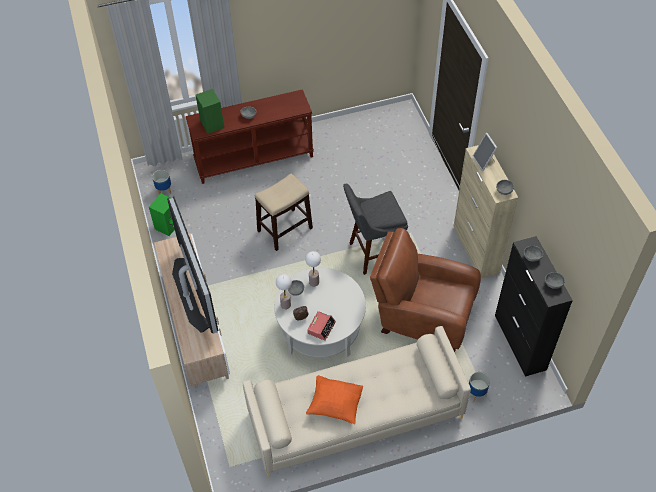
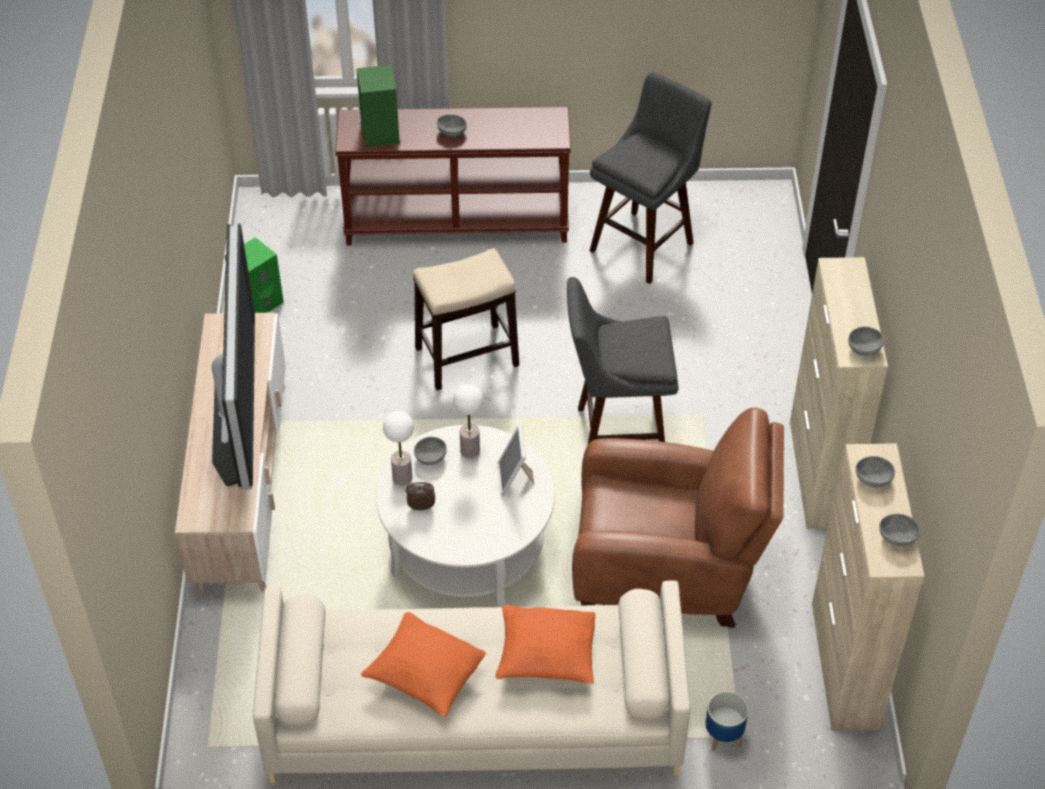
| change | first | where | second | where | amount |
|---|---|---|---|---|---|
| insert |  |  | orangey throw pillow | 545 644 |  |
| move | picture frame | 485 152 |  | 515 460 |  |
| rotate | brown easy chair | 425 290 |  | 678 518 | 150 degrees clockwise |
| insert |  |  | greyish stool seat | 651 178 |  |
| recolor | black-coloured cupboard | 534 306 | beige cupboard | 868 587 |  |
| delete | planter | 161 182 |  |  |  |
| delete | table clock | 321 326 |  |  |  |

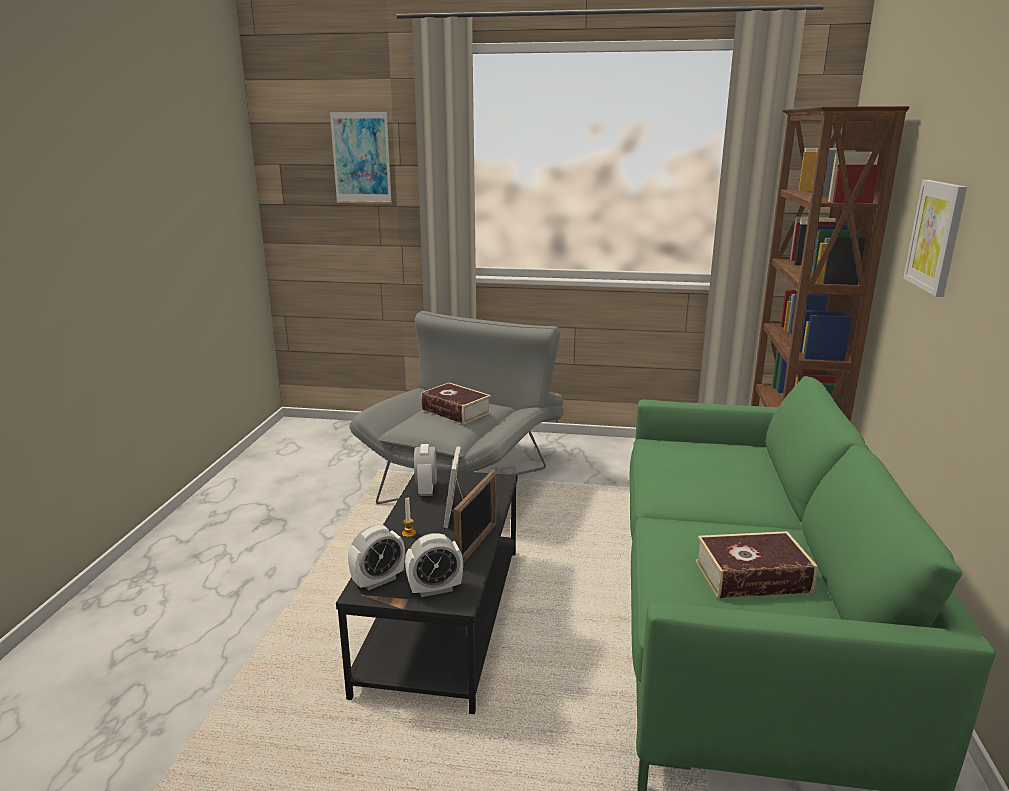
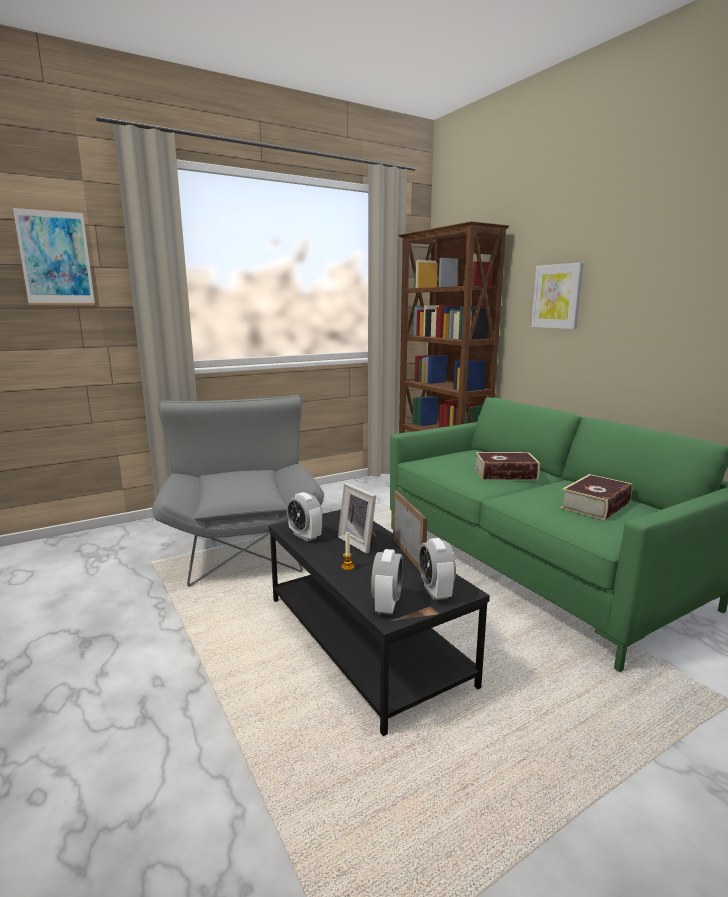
| change | first | where | second | where | amount |
|---|---|---|---|---|---|
| rotate | table clock | 434 565 |  | 437 569 | 135 degrees clockwise |
| move | bound book | 456 403 |  | 507 466 |  |

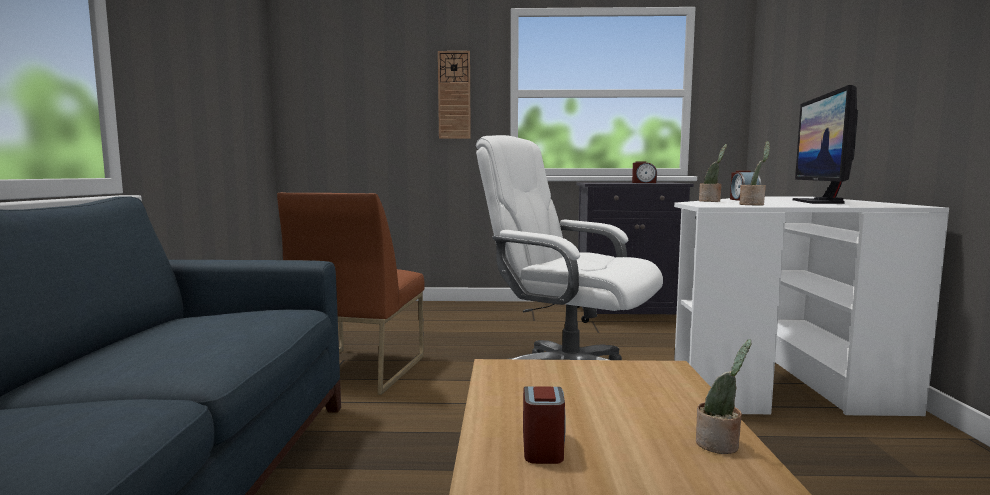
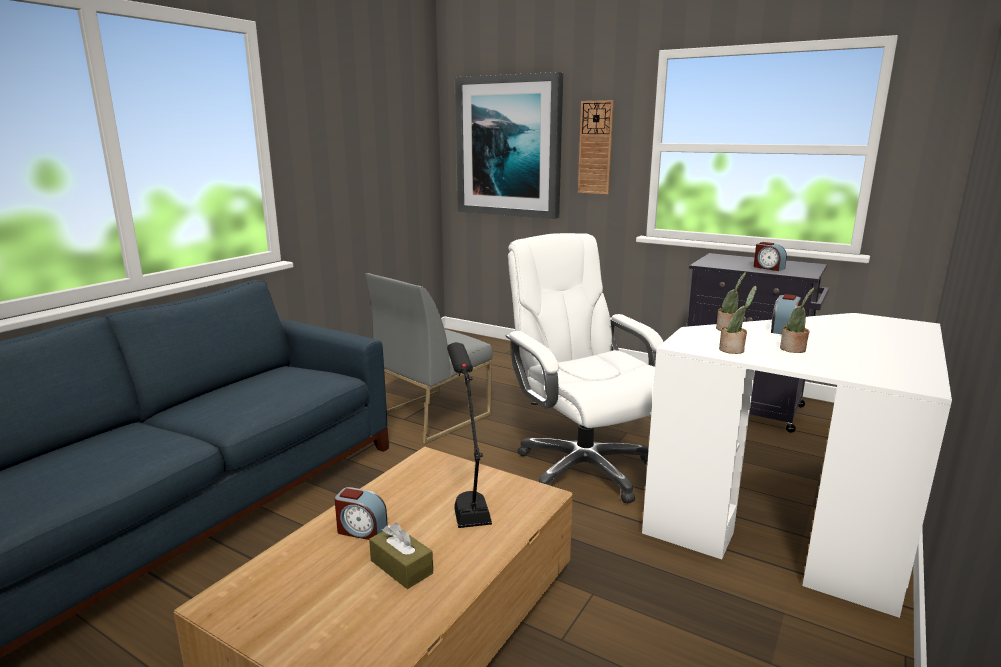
| change | first | where | second | where | amount |
|---|---|---|---|---|---|
| rotate | table clock | 544 425 |  | 361 513 | 75 degrees clockwise |
| recolor | brown plain chair | 351 293 | greyish plain chair | 429 358 |  |
| insert |  |  | brown tissue box | 401 556 |  |
| insert |  |  | black-coloured tabletop lamp | 469 435 |  |
| insert |  |  | picture | 509 145 |  |
| move | plant in a pot | 724 396 |  | 797 320 |  |
| delete | monitor | 825 144 |  |  |  |

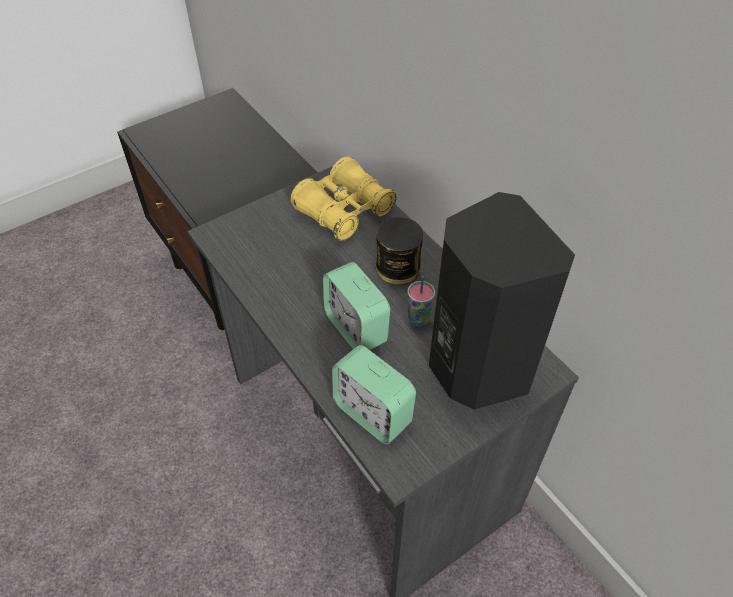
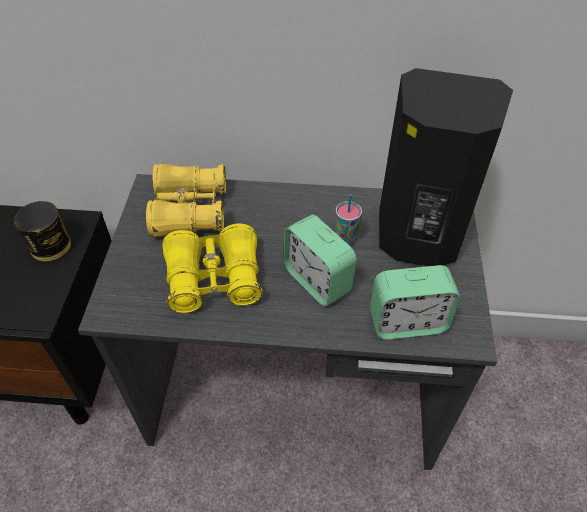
| change | first | where | second | where | amount |
|---|---|---|---|---|---|
| move | sealed can | 399 251 |  | 43 231 |  |
| insert |  |  | yellowish field glasses | 212 269 |  |
| rotate | table clock | 356 306 |  | 320 261 | 45 degrees clockwise |

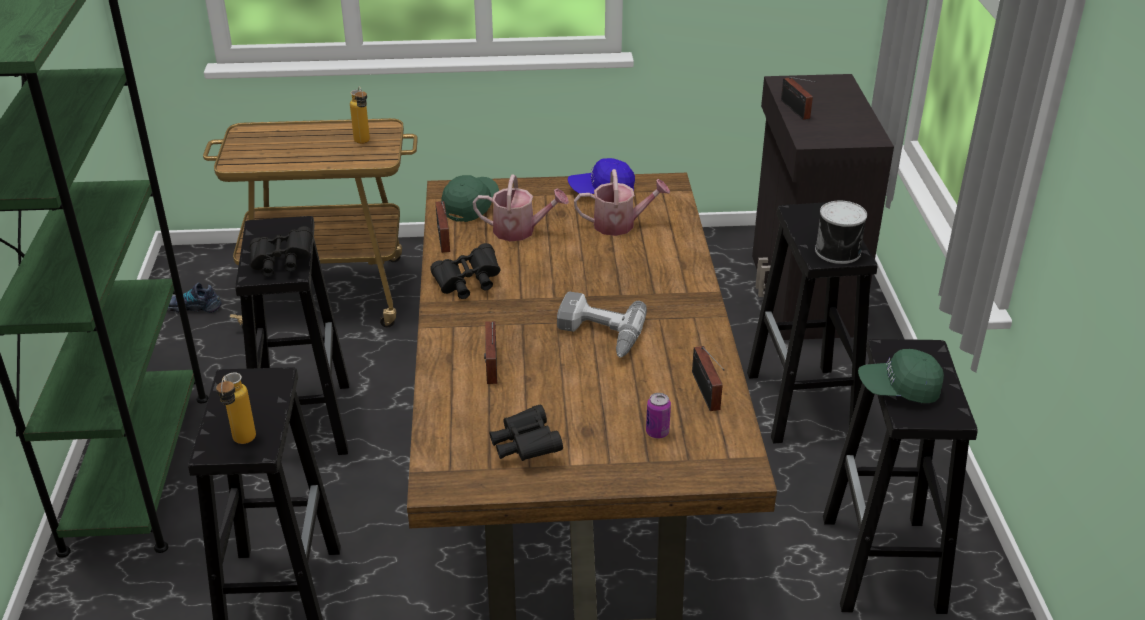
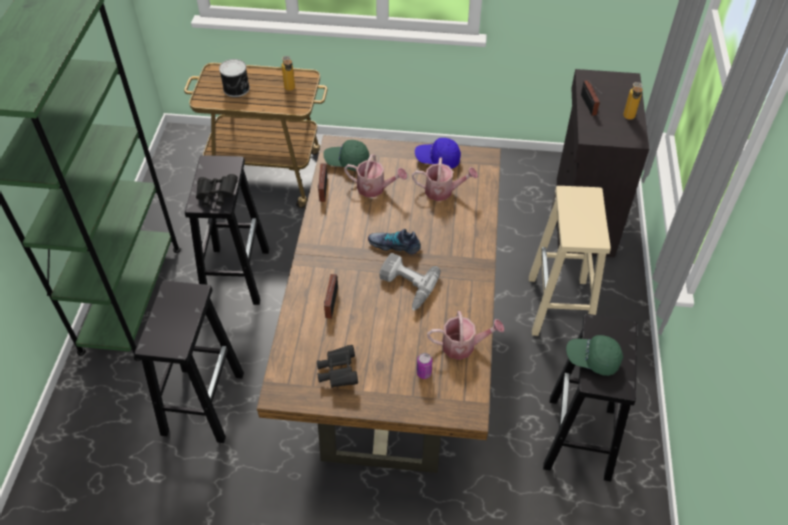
| change | first | where | second | where | amount |
|---|---|---|---|---|---|
| move | sealed can | 841 232 |  | 234 78 |  |
| rotate | green peaked cap | 470 198 |  | 346 155 | 120 degrees counterclockwise |
| move | shoe | 194 298 |  | 394 241 |  |
| replace | radio receiver | 708 378 | sprinkling can | 465 335 |  |
| recolor | black-coloured stool seat | 812 323 | beige stool seat | 570 261 |  |
| move | drink bottle | 236 408 |  | 633 101 |  |
| delete | black-coloured field glasses | 465 271 |  |  |  |

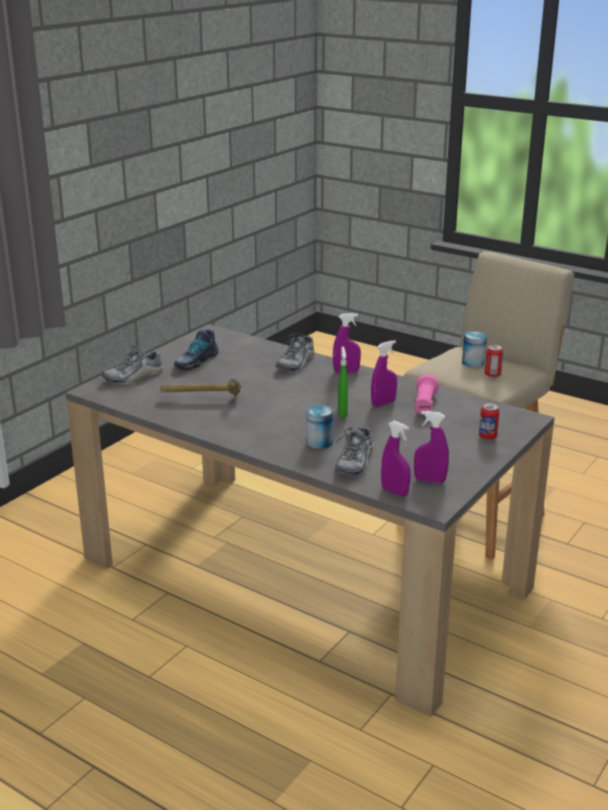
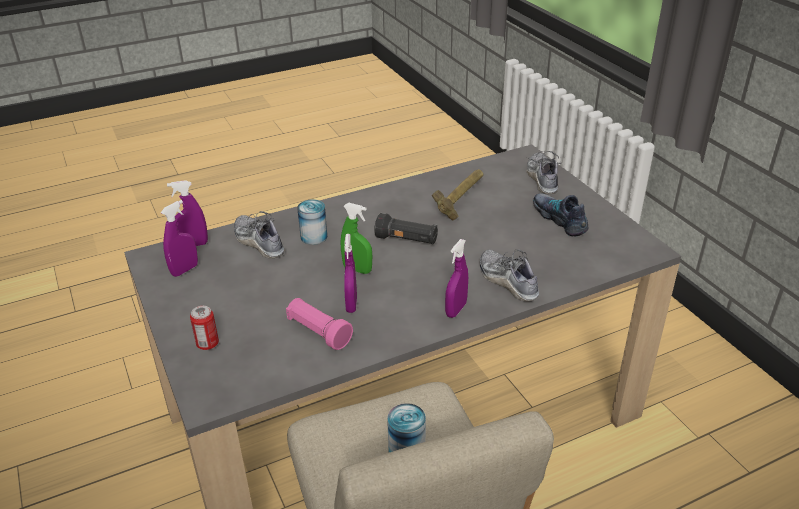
| change | first | where | second | where | amount |
|---|---|---|---|---|---|
| insert |  |  | black-coloured flashlight | 406 228 |  |
| delete | sealed can | 494 361 |  |  |  |

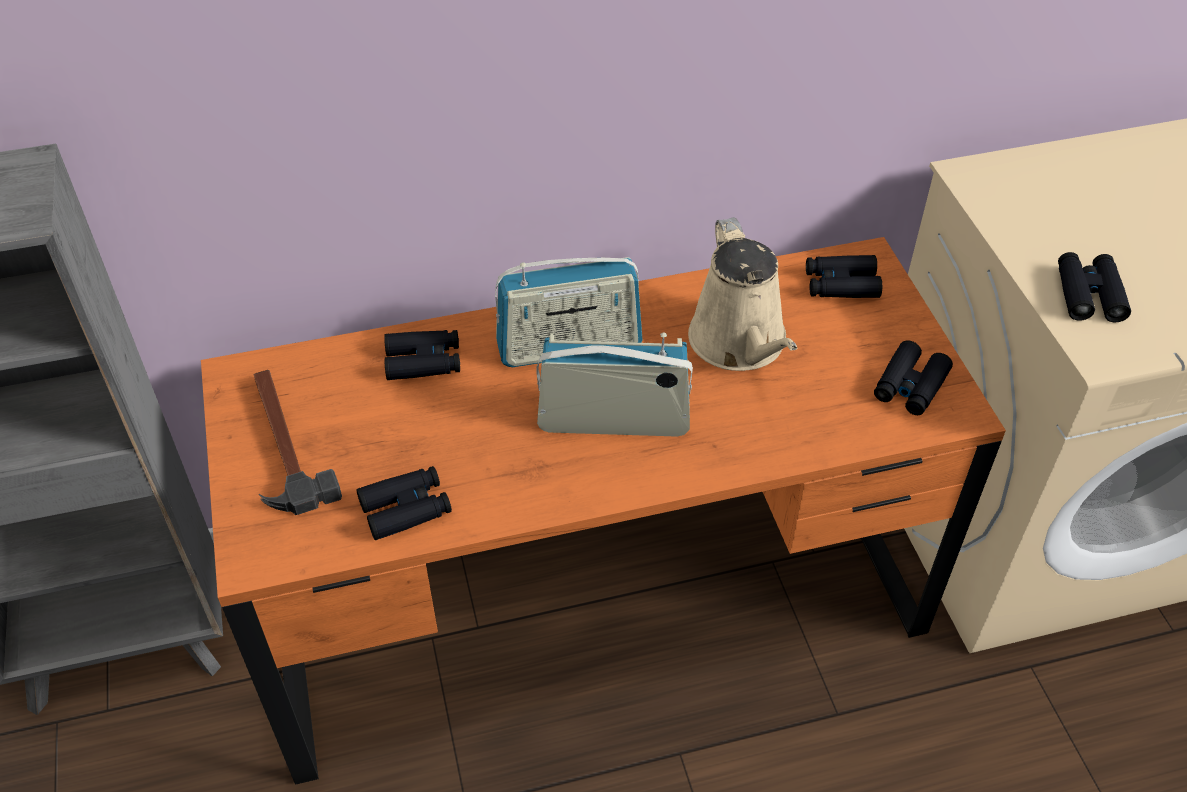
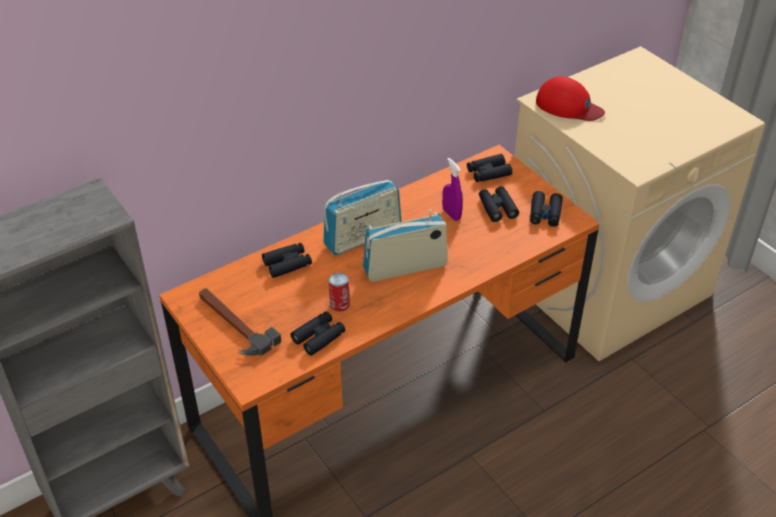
| change | first | where | second | where | amount |
|---|---|---|---|---|---|
| insert |  |  | sealed can | 339 292 |  |
| replace | beige sprinkling can | 742 294 | purple spray bottle | 452 189 |  |
| move | black-coloured field glasses | 1094 287 |  | 499 204 |  |
| insert |  |  | red-coloured peaked cap | 570 98 |  |

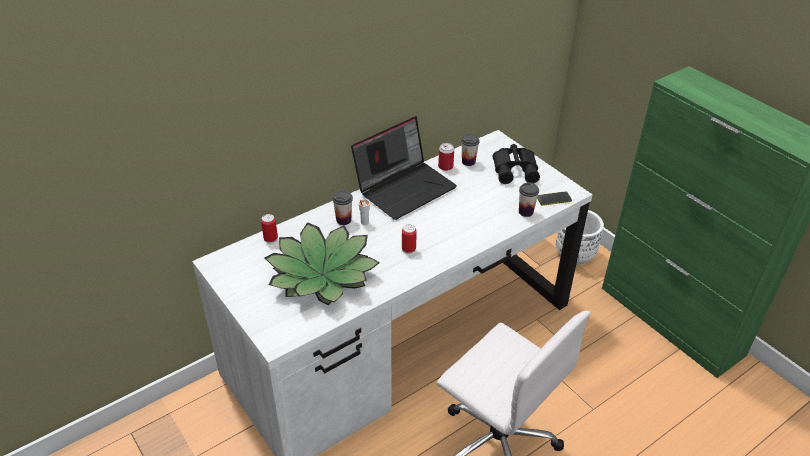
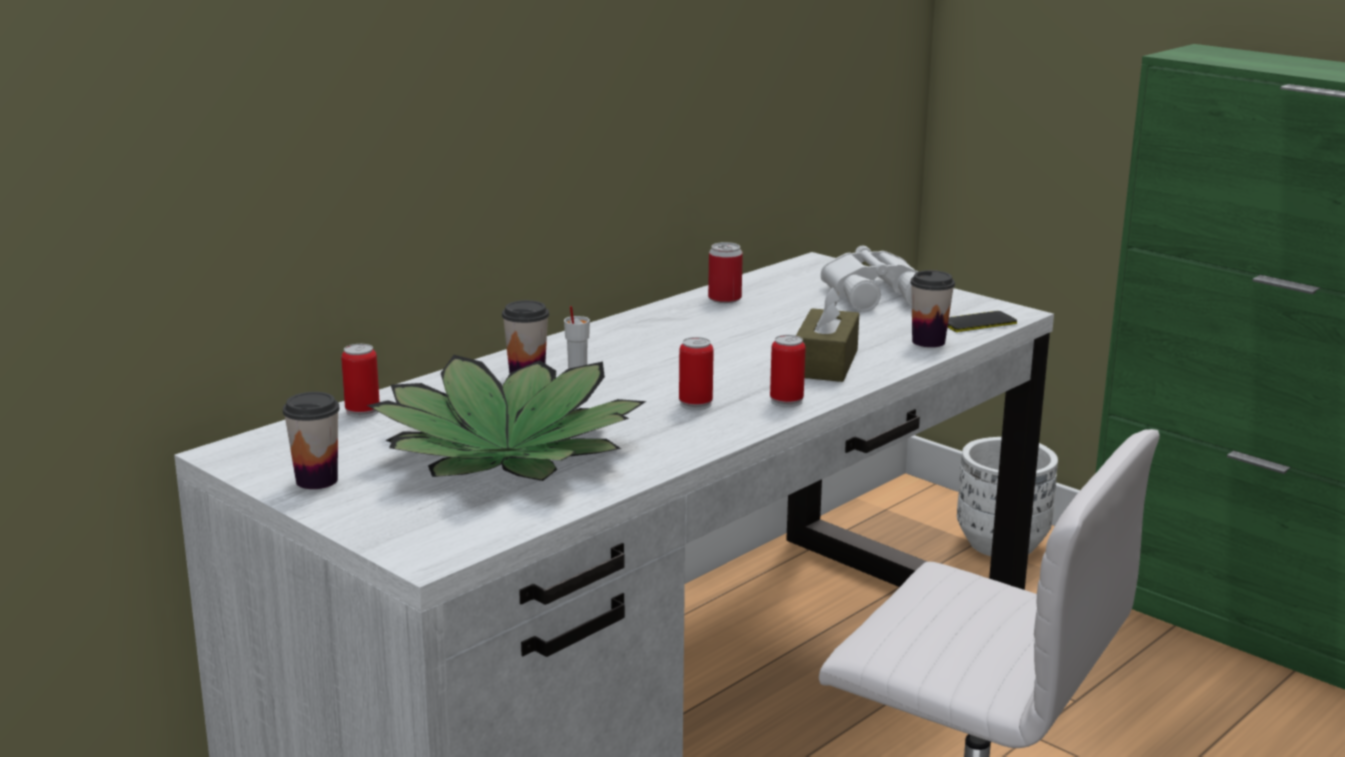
| change | first | where | second | where | amount |
|---|---|---|---|---|---|
| move | drinking cup | 470 150 |  | 311 440 |  |
| insert |  |  | sealed can | 788 371 |  |
| insert |  |  | brown tissue box | 827 334 |  |
| recolor | black-coloured field glasses | 516 164 | white-coloured field glasses | 869 278 |  |
| delete | laptop | 404 168 |  |  |  |

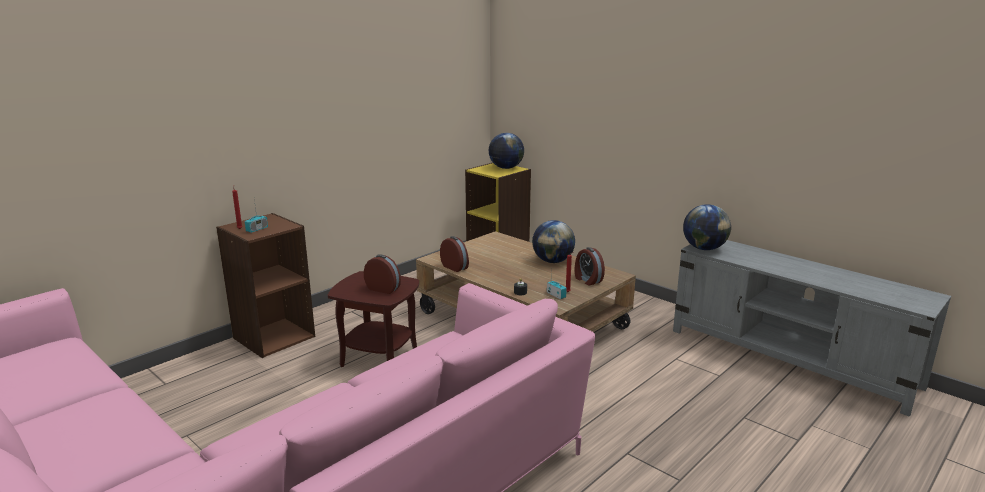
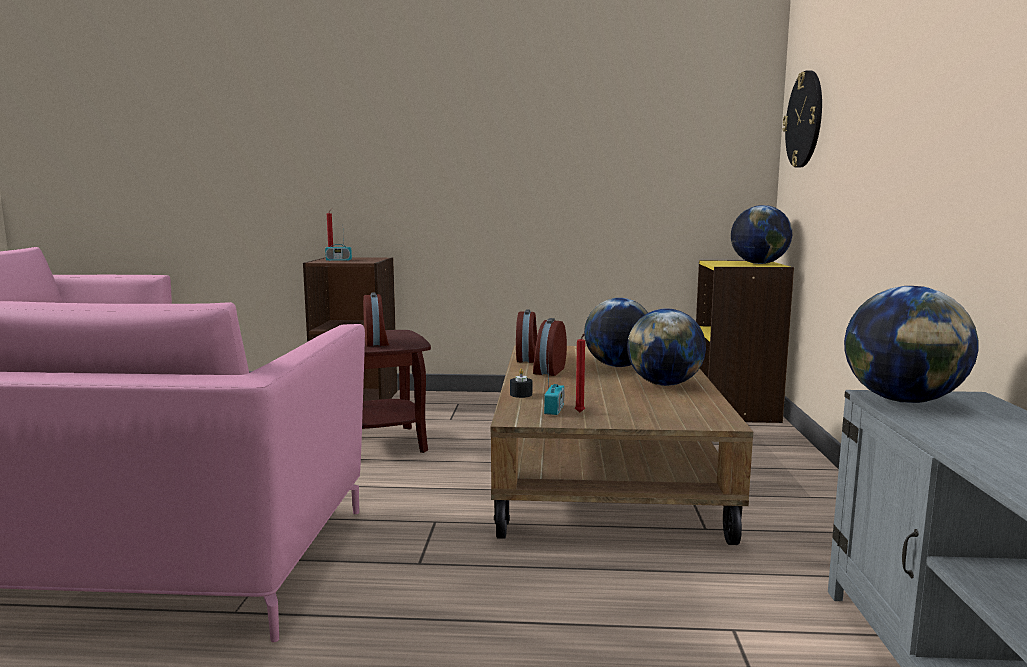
| change | first | where | second | where | amount |
|---|---|---|---|---|---|
| move | table clock | 590 266 |  | 550 347 |  |
| insert |  |  | world globe | 616 332 |  |
| insert |  |  | wall clock | 802 119 |  |

